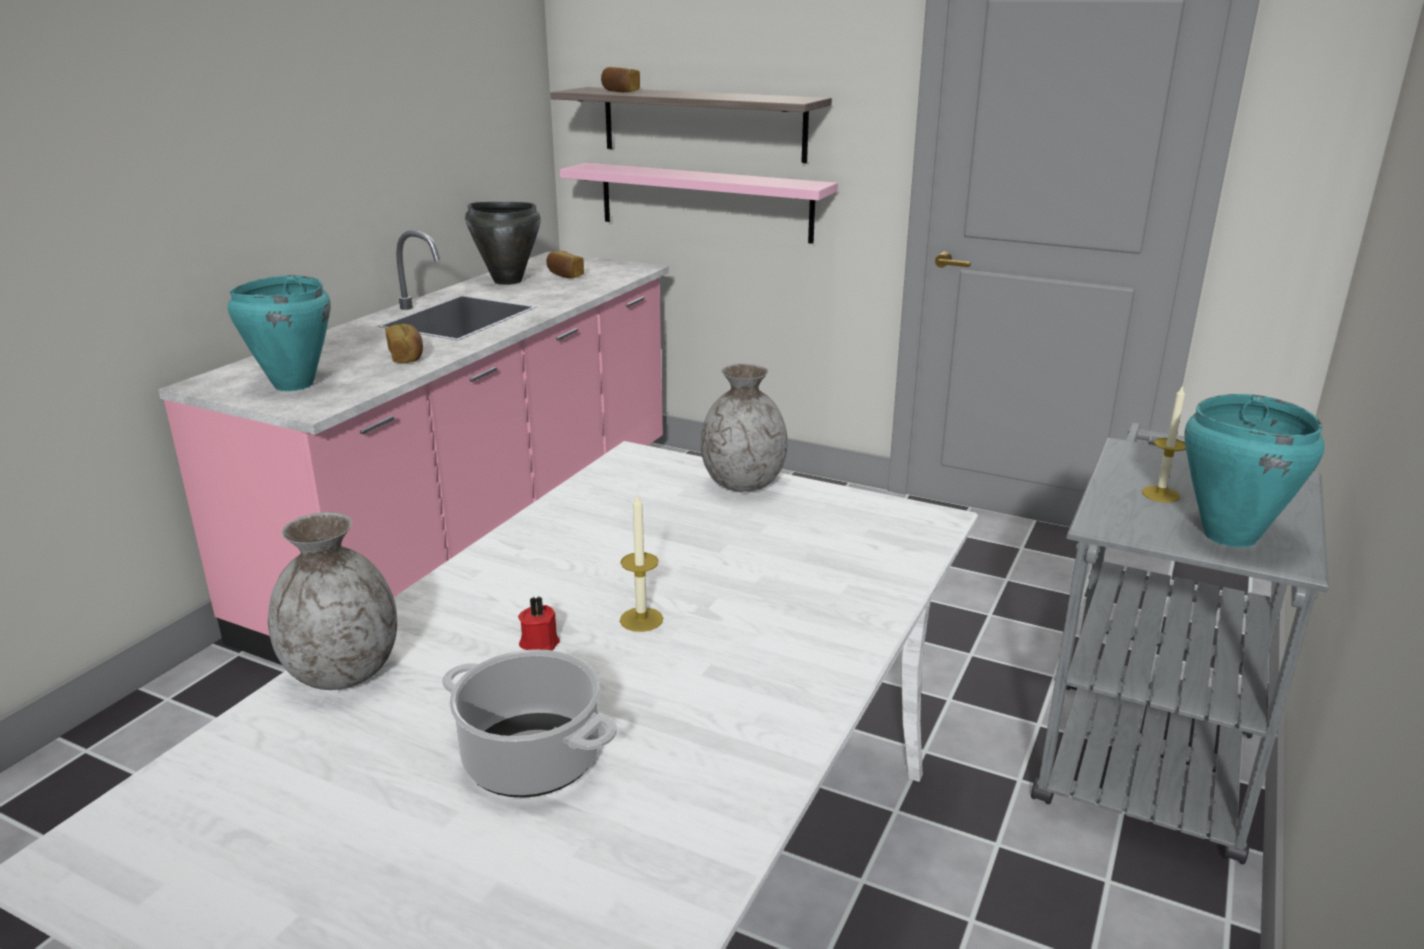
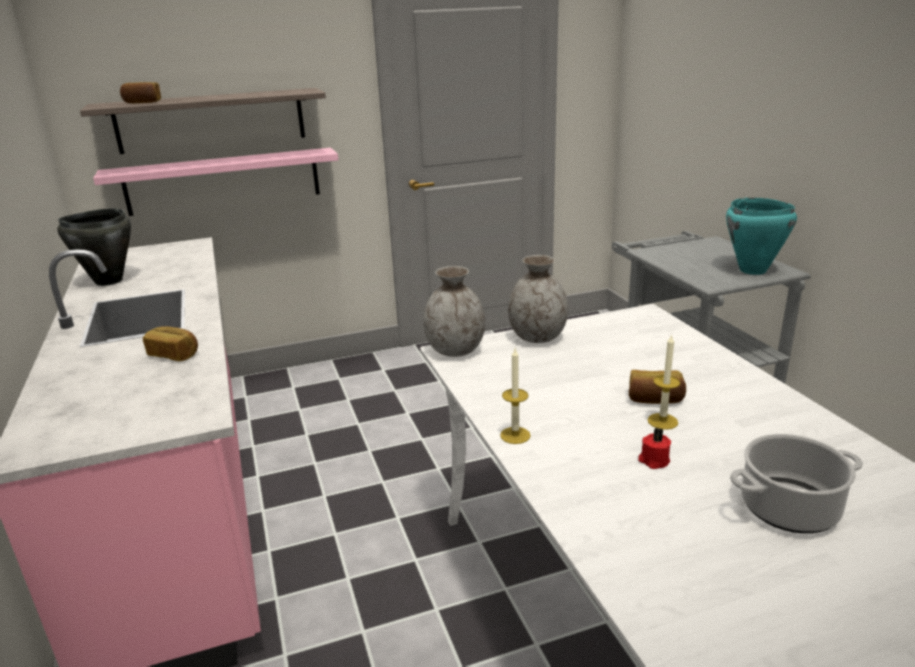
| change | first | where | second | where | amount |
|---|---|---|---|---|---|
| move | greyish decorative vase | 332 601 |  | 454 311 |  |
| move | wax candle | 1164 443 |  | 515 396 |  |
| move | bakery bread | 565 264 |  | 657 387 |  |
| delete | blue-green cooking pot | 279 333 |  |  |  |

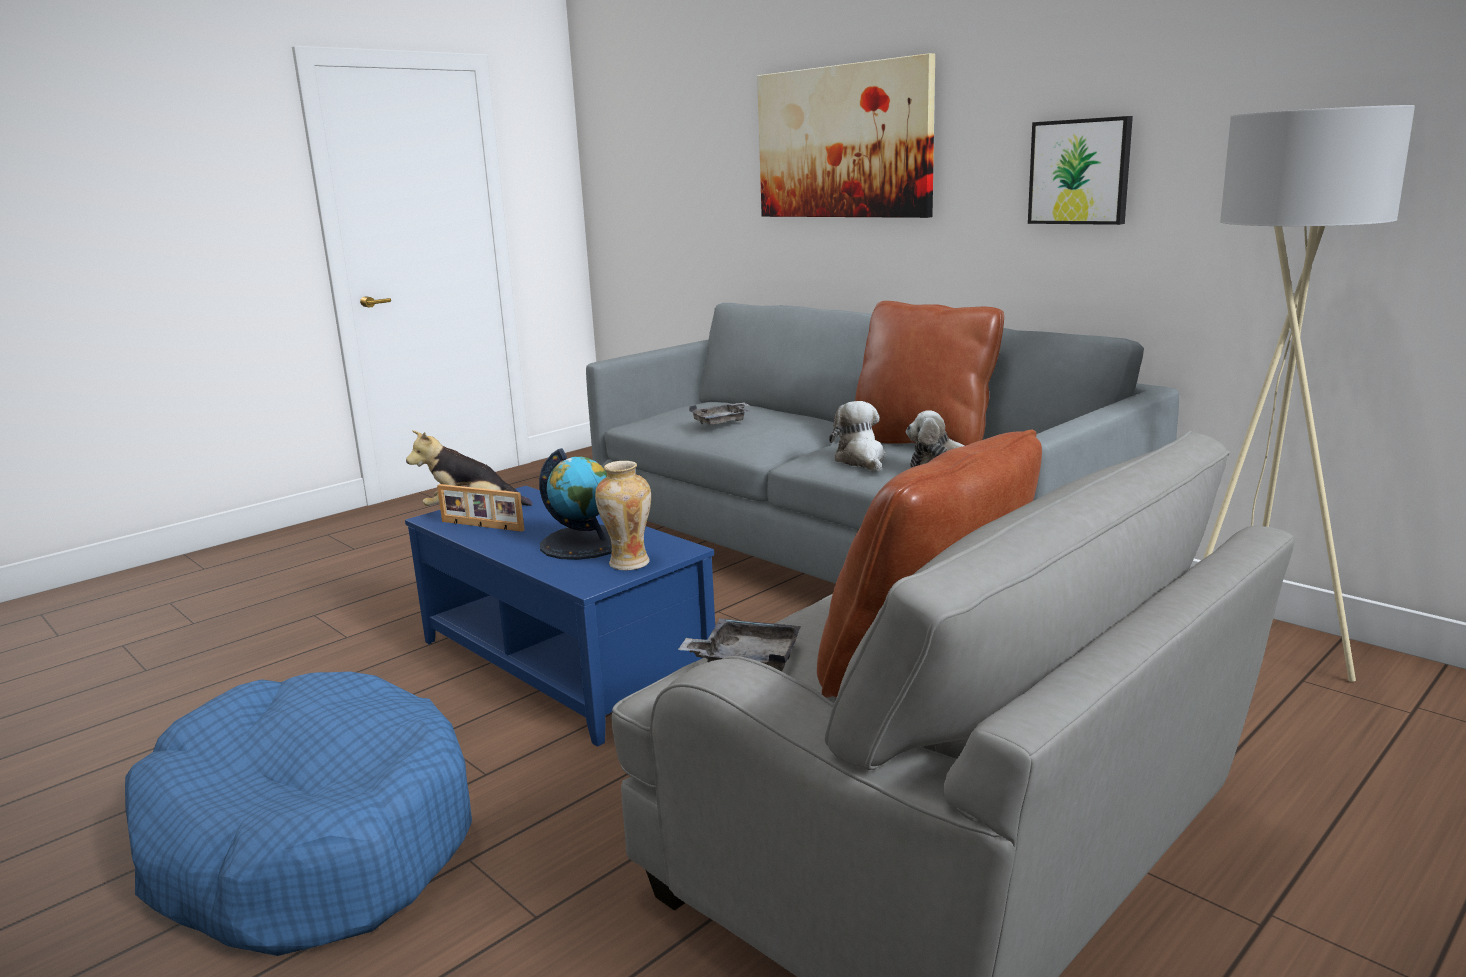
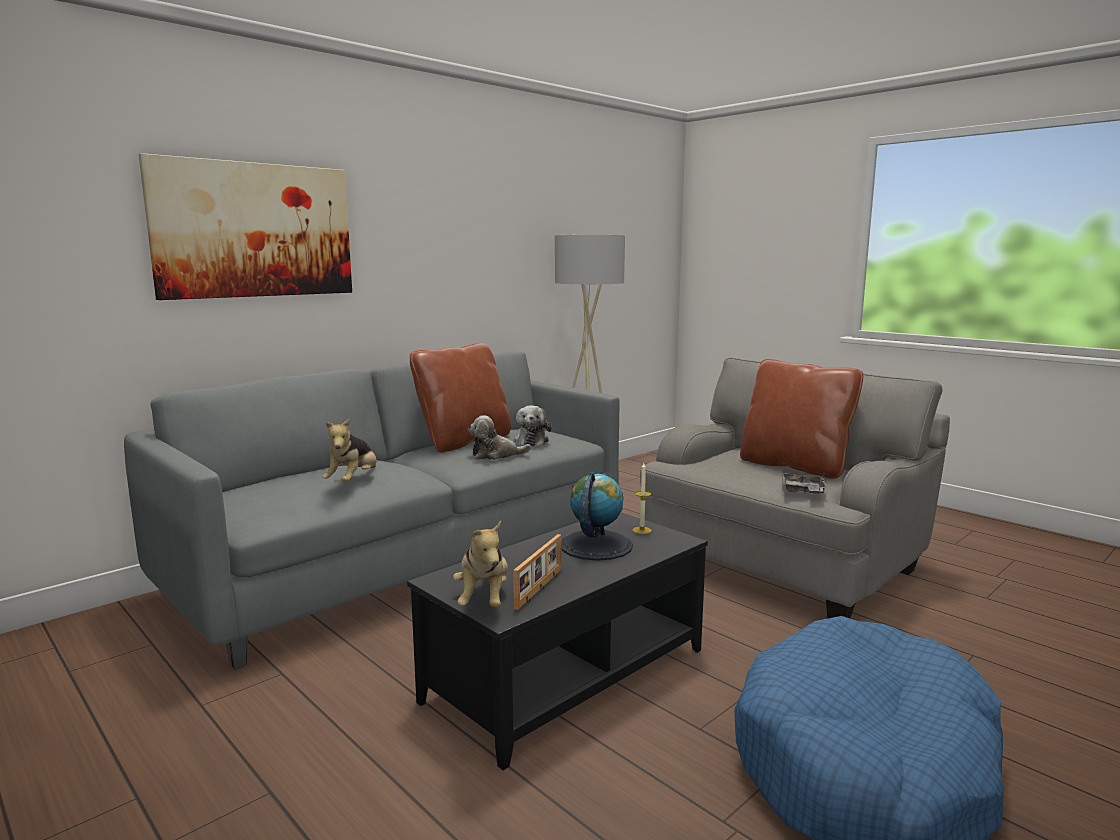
| change | first | where | second | where | amount |
|---|---|---|---|---|---|
| replace | greyish tray | 719 414 | plush toy | 349 450 |  |
| recolor | blue-coloured low table | 560 616 | black-coloured low table | 557 641 |  |
| replace | decorative vase | 623 515 | wax candle | 642 498 |  |
| delete | picture | 1080 170 |  |  |  |

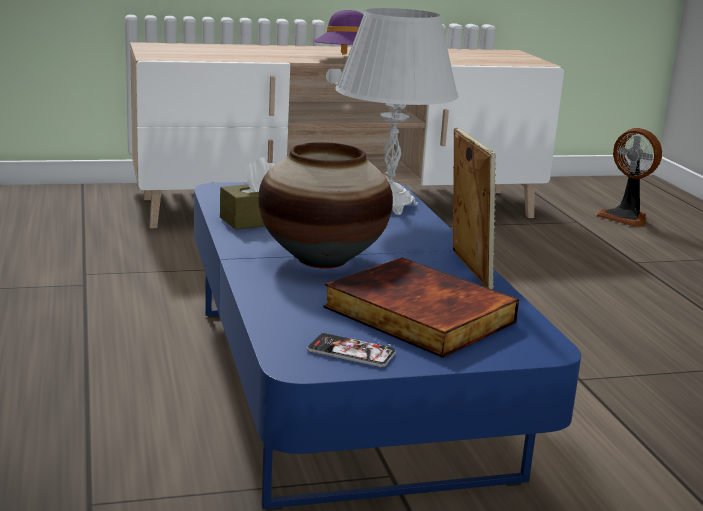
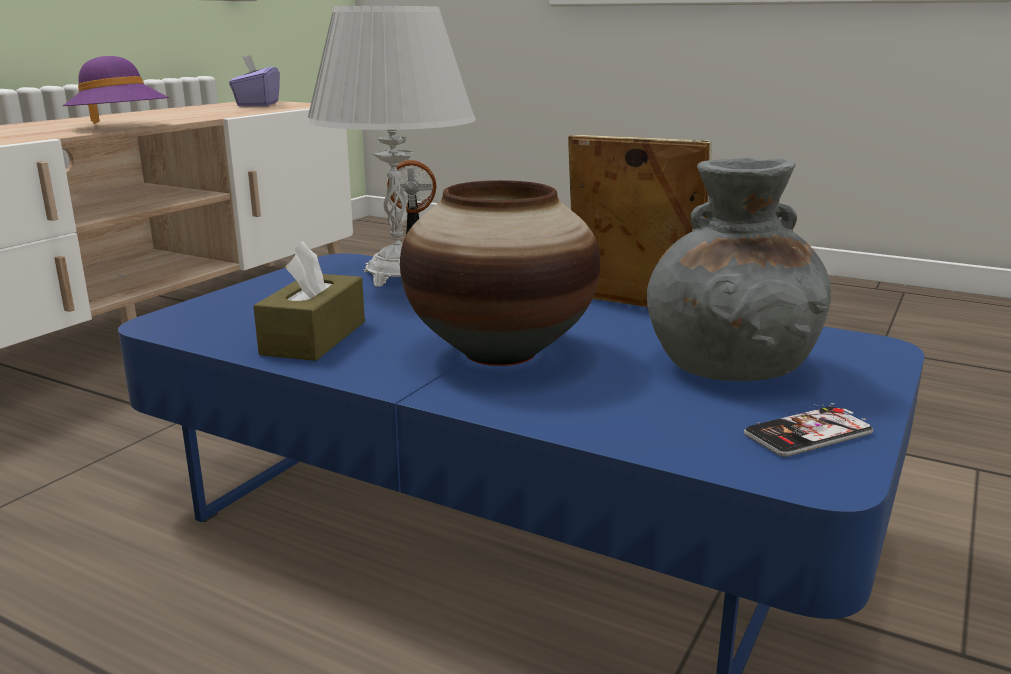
| change | first | where | second | where | amount |
|---|---|---|---|---|---|
| insert |  |  | purple tissue box | 254 80 |  |
| replace | bound book | 421 307 | greyish decorative vase | 739 269 |  |

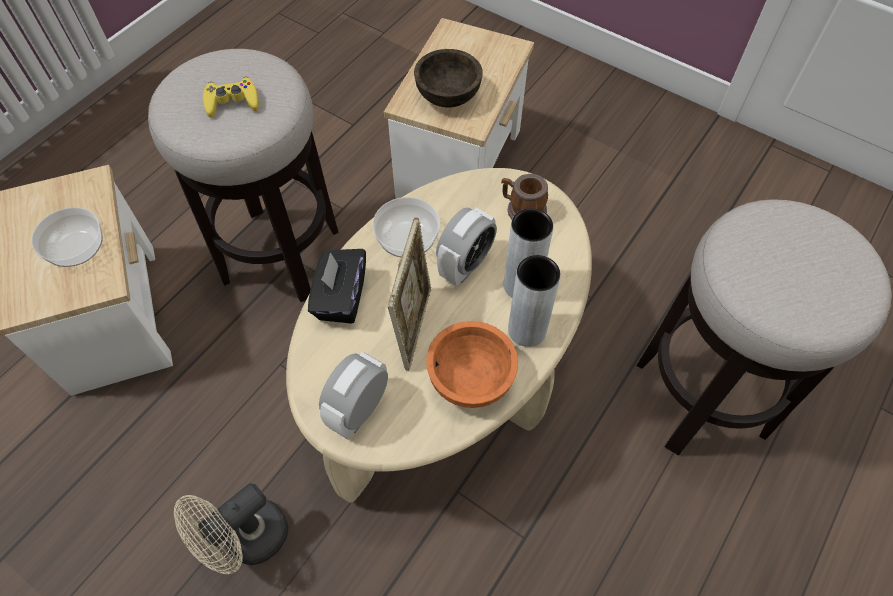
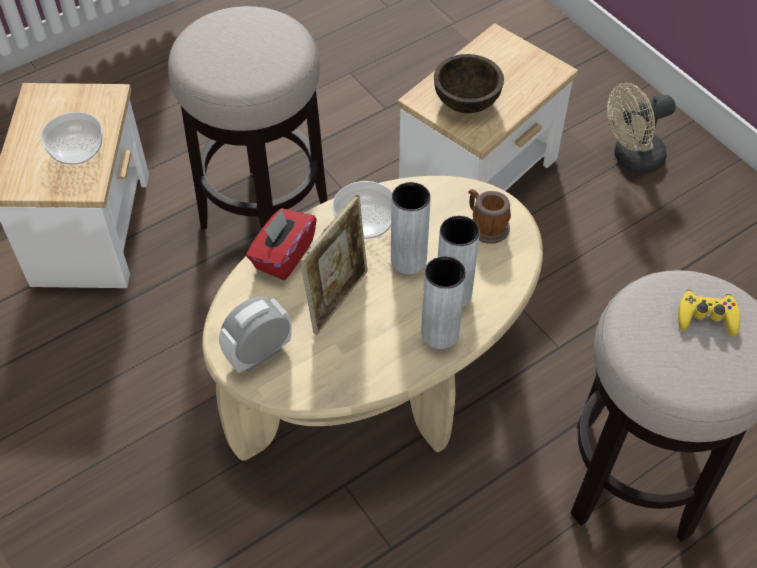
| change | first | where | second | where | amount |
|---|---|---|---|---|---|
| recolor | black-coloured tissue box | 337 286 | red-coloured tissue box | 281 244 |  |
| replace | table clock | 466 246 | greyish decorative vase | 411 228 |  |
| move | beige cooling fan | 231 528 |  | 641 128 |  |
| move | yellowish gamepad | 231 97 |  | 709 313 |  |
| delete | orangey bowl | 472 364 |  |  |  |

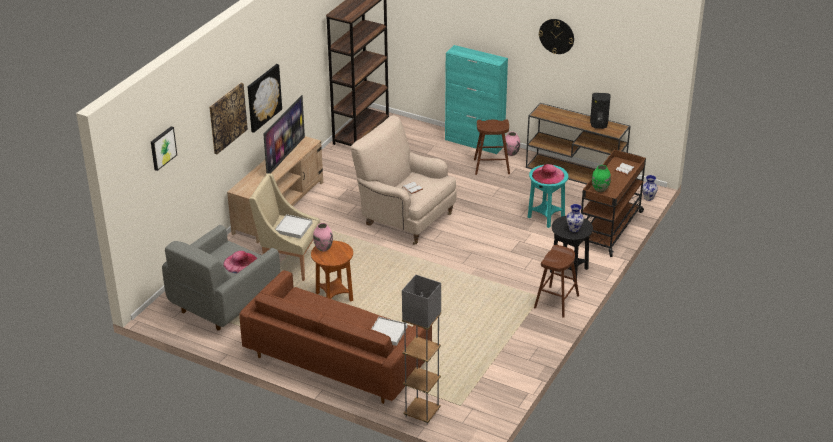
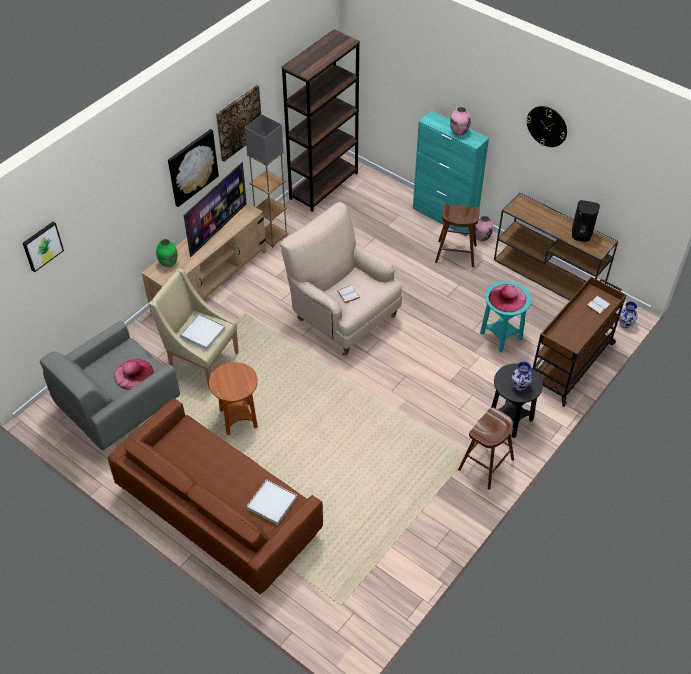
| change | first | where | second | where | amount |
|---|---|---|---|---|---|
| move | green decorative vase | 601 178 |  | 167 253 |  |
| move | picture | 228 118 |  | 238 123 |  |
| move | greyish standard lamp | 421 350 |  | 266 181 |  |
| move | pink-coloured decorative vase | 323 237 |  | 460 121 |  |

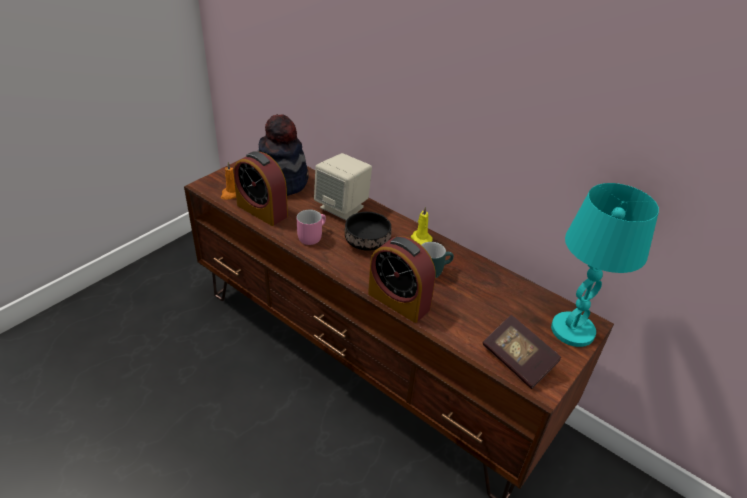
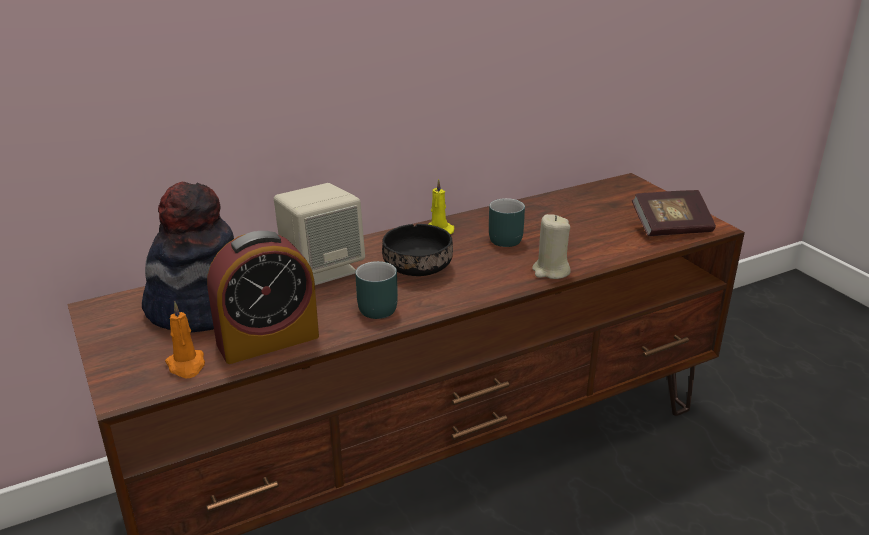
| change | first | where | second | where | amount |
|---|---|---|---|---|---|
| recolor | pink-coloured mug | 311 227 | blue-green mug | 376 290 |  |
| replace | table clock | 402 279 | beige wax candle | 551 246 |  |
| delete | blue-green tabletop lamp | 605 265 |  |  |  |

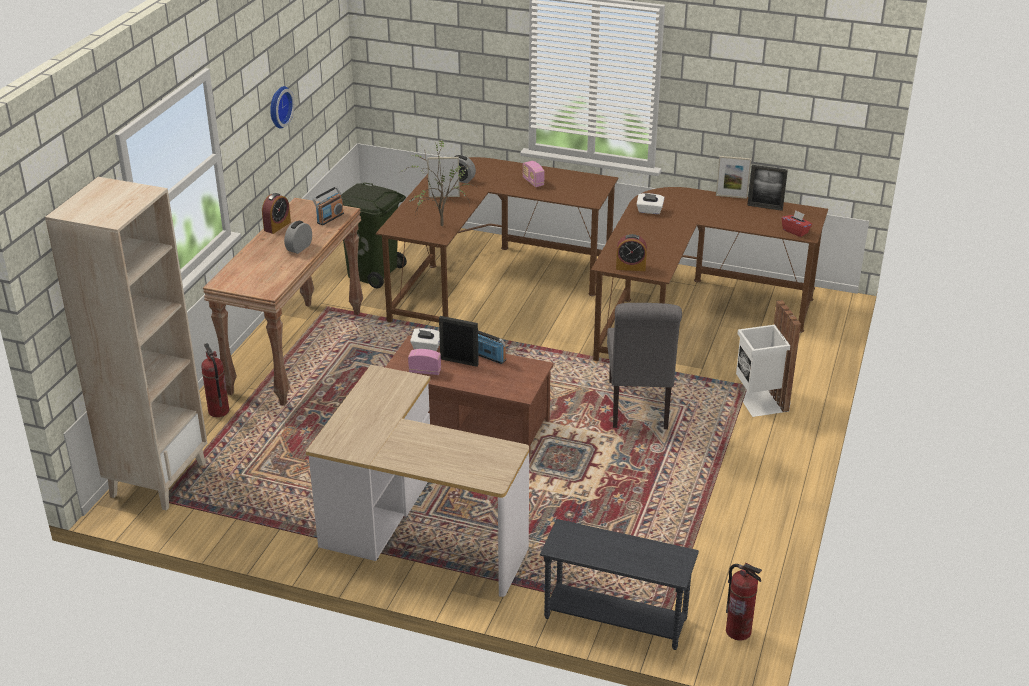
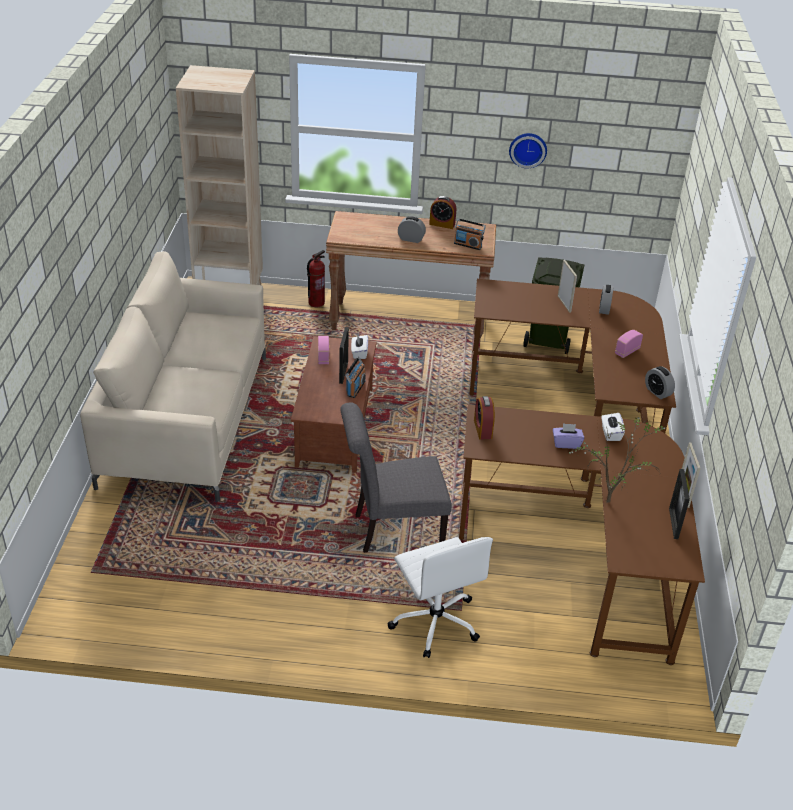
| change | first | where | second | where | amount |
|---|---|---|---|---|---|
| replace | desk table | 417 481 | beige couch | 173 376 |  |
| replace | white-coloured trash can | 768 358 | white-coloured office chair | 440 597 |  |
| insert |  |  | purple tissue box | 568 436 |  |
| move | plant in a pot | 440 183 |  | 616 460 |  |
| insert |  |  | table clock | 660 382 |  |
| delete | greyish end table | 619 584 |  |  |  |
| delete | fire extinguisher | 744 602 |  |  |  |
| delete | red-coloured tissue box | 797 223 |  |  |  |

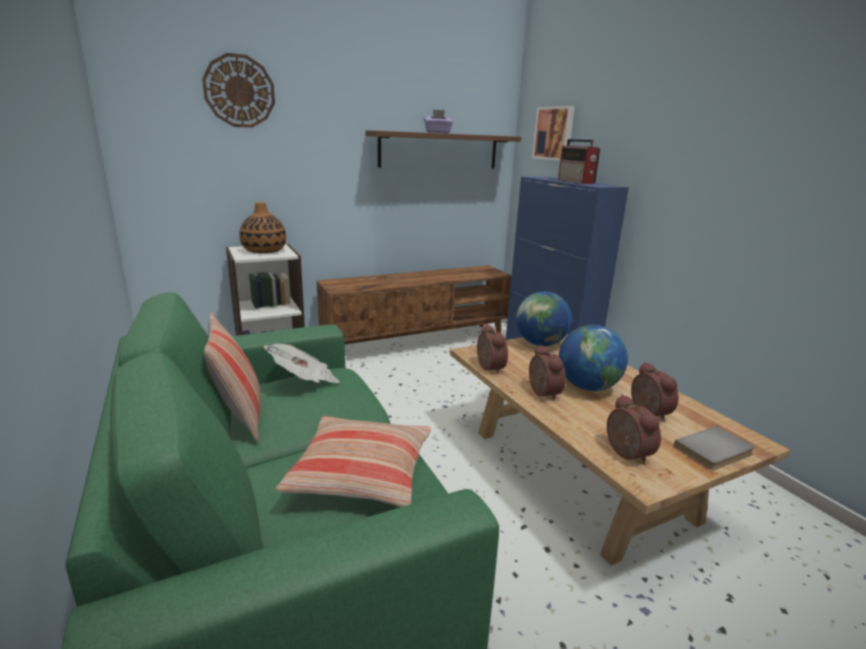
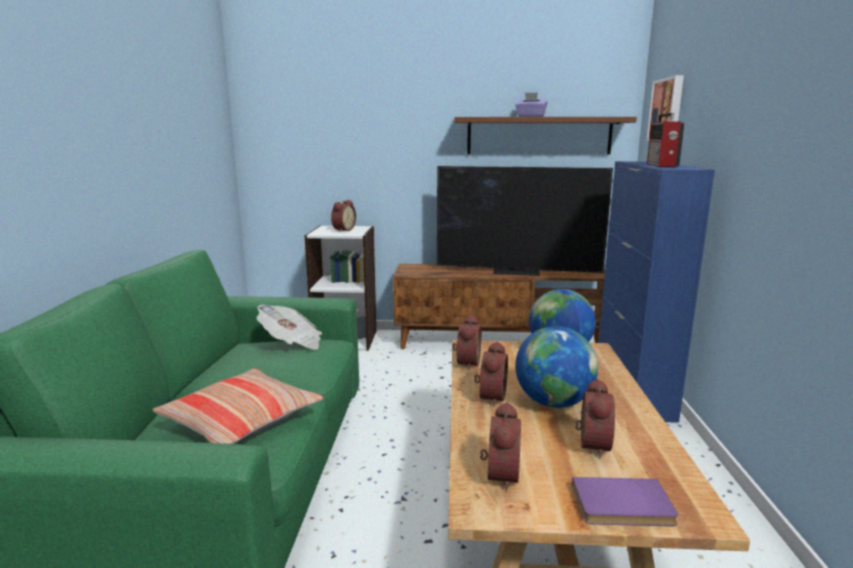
| change | first | where | second | where | amount |
|---|---|---|---|---|---|
| replace | decorative vase | 262 227 | table clock | 343 216 |  |
| insert |  |  | TV | 525 221 |  |
| recolor | greyish bound book | 714 448 | purple bound book | 625 501 |  |
| delete | wall clock | 238 90 |  |  |  |
| delete | throw pillow | 232 377 |  |  |  |

